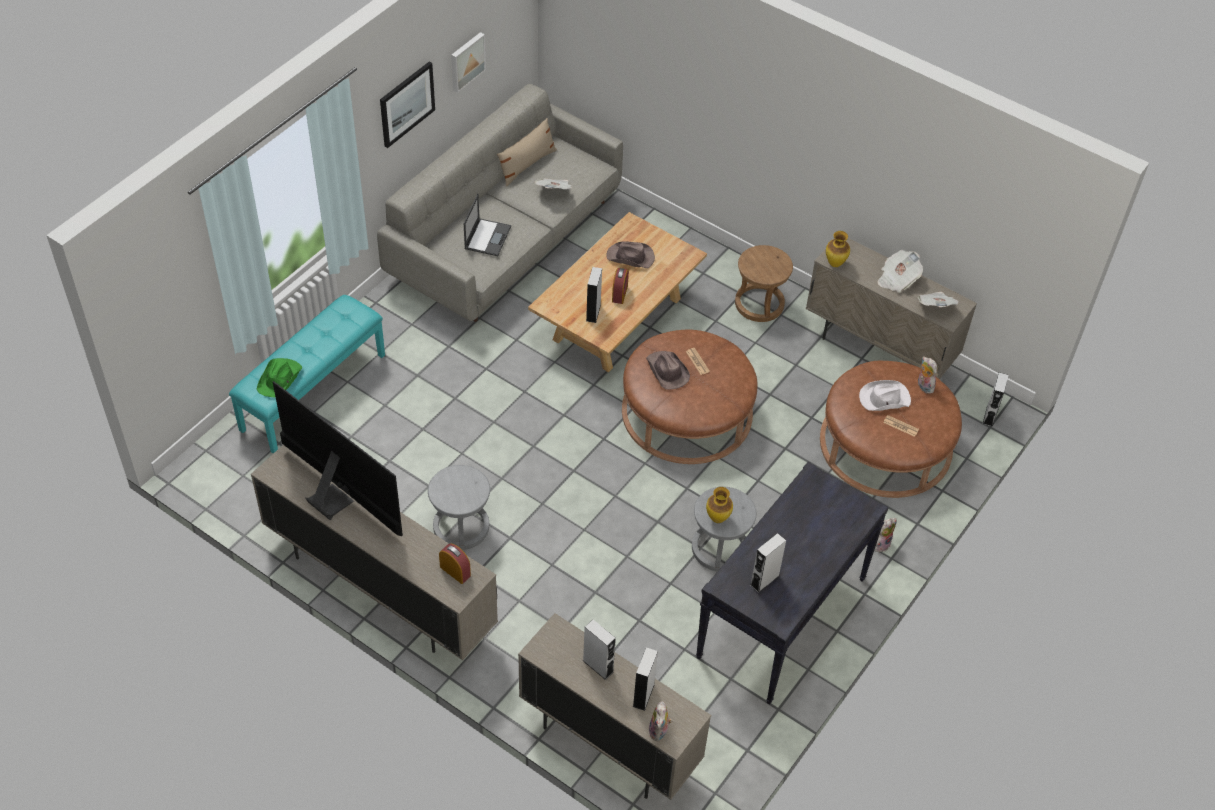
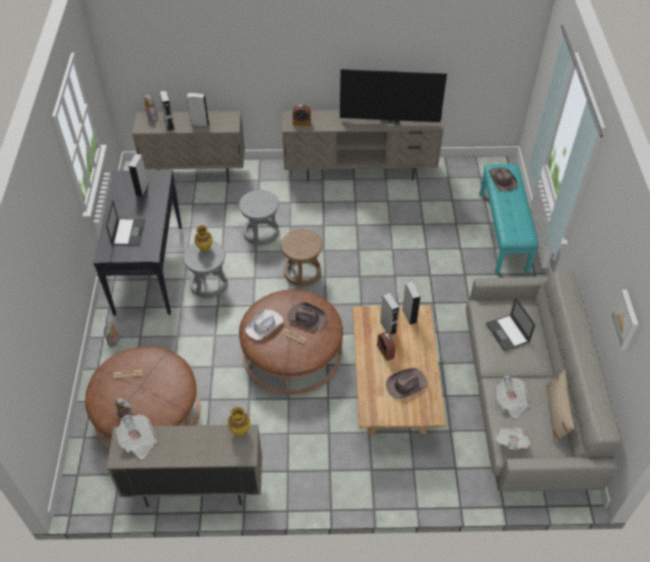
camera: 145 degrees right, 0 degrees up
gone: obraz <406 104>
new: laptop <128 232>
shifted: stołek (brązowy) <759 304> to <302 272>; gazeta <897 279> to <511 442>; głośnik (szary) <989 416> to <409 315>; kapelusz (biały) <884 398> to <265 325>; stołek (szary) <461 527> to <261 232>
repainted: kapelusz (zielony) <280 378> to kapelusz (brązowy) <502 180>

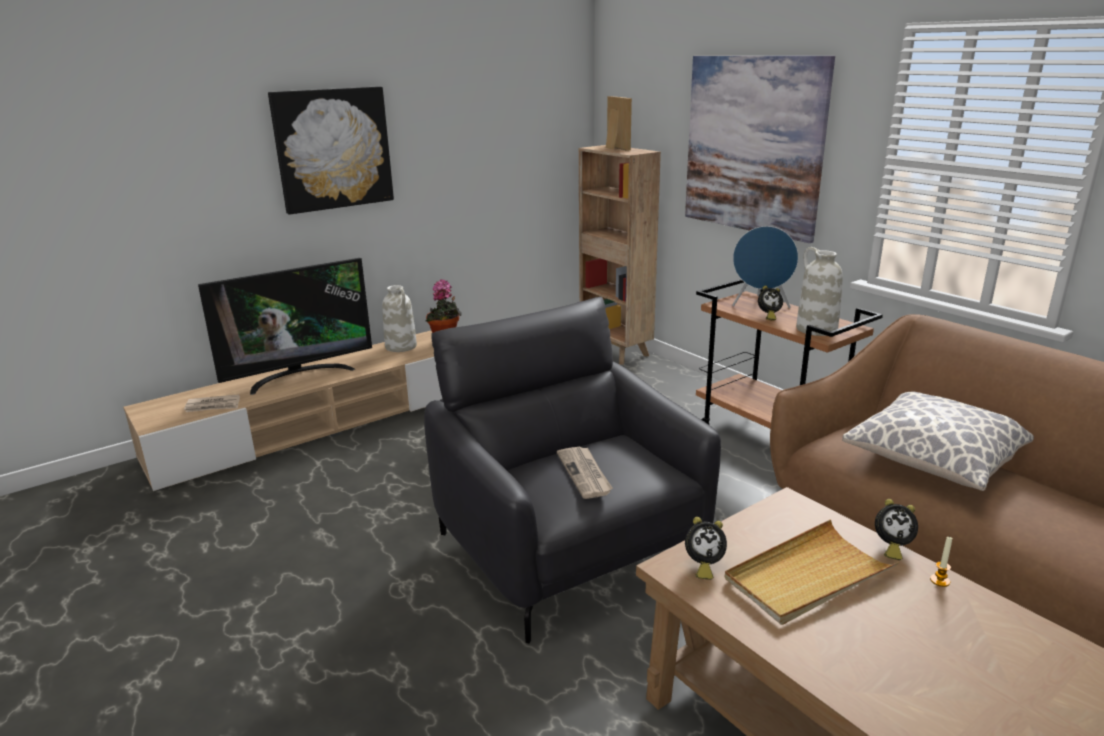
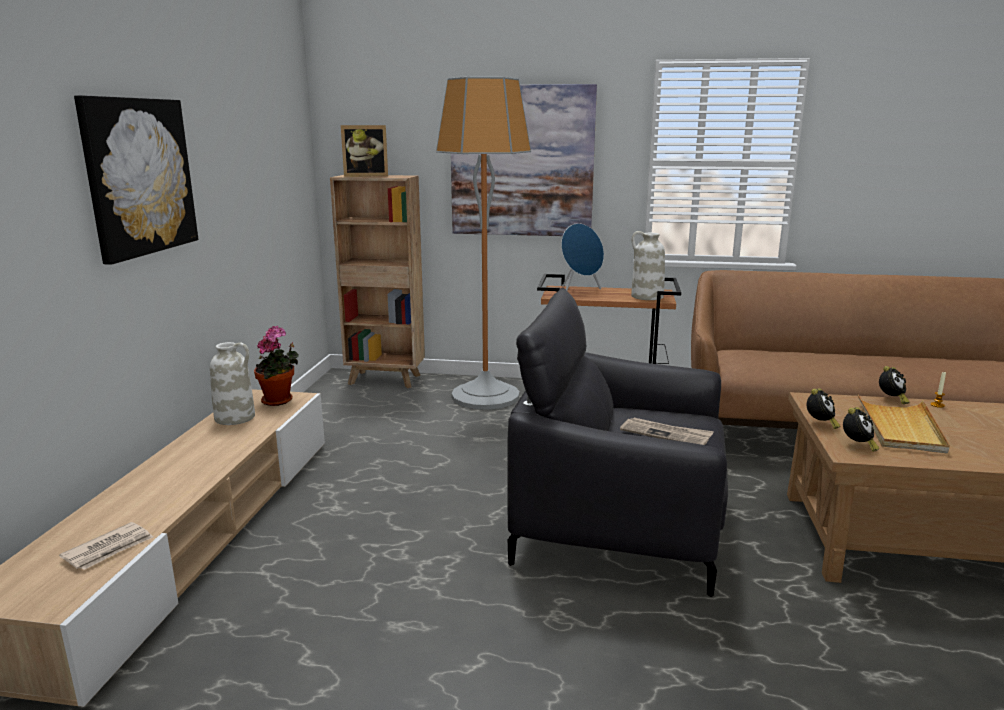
camera: 45 degrees left, 5 degrees down
gone: telewizor <299 376>; poduszka <933 462>
new: lampa stojąca <485 396>
shifted: budzik <768 316> to <820 424>
rotated: ramka na zdjęcie <613 148> = <366 175> 150 degrees clockwise

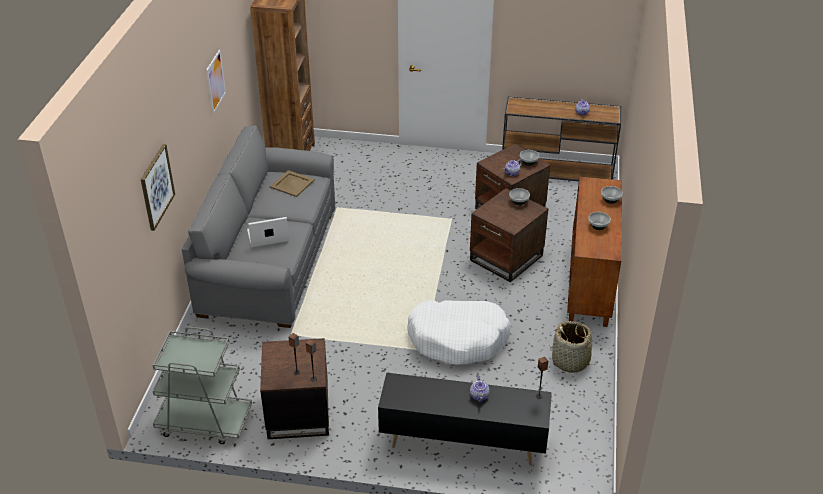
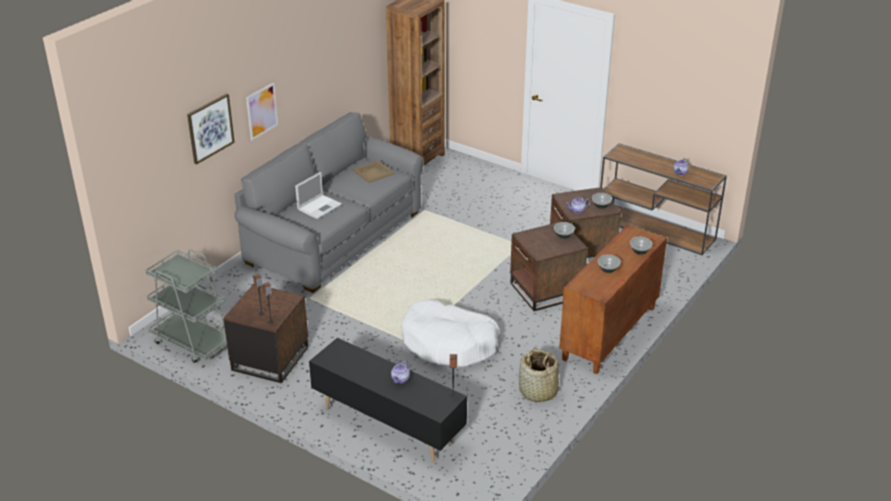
camera: 25 degrees right, 5 degrees down
shifted: obraz <215 81> to <262 111>
rotated: laptop <267 236> = <320 206> 120 degrees clockwise

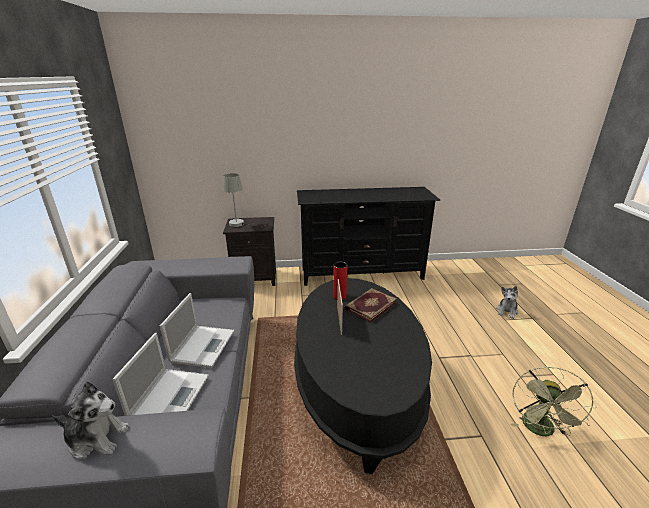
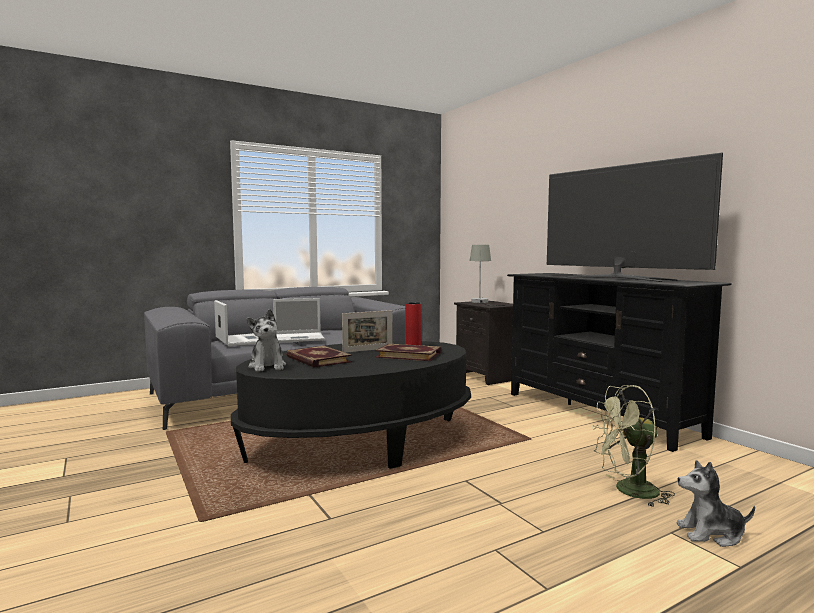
camera: 65 degrees right, 20 degrees down
new: telewizor <619 278>; książka <317 359>
shifted: wentylator (zielony) <540 430> to <628 491>; pluszak <97 438> to <267 366>
rotated: laptop <170 395> = <240 340> 105 degrees counterclockwise

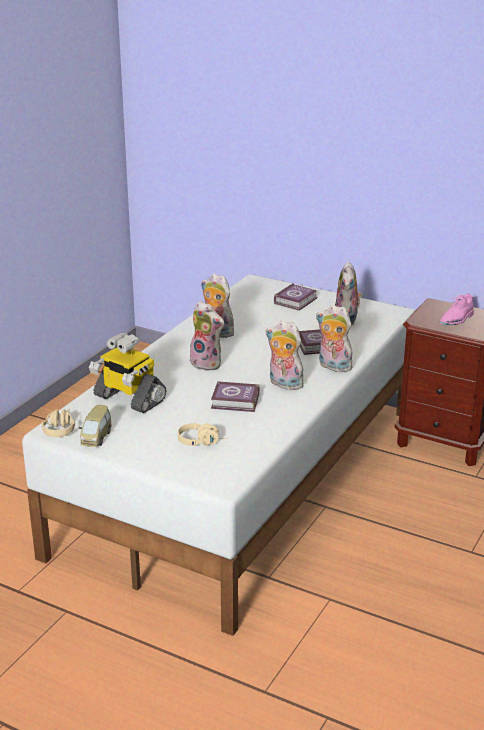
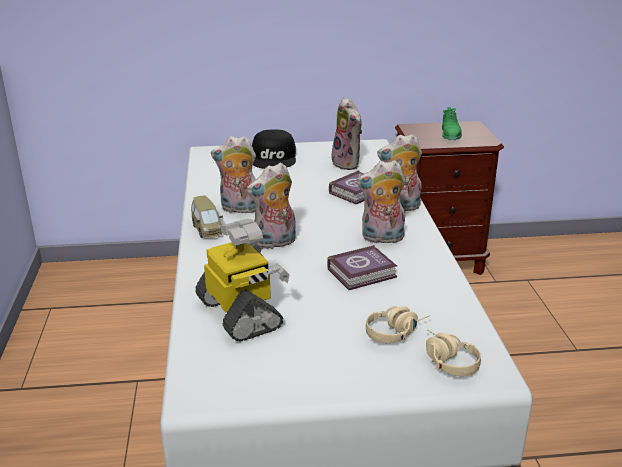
camera: 35 degrees left, 0 degrees up
shifted: samochodzik <96 437> to <207 229>; słuchawki (beżowy) <60 428> to <445 360>
swapped: książka <296 300> to czapka z daszkiem (czarny) <274 158>
repainted: but (różowy) <456 320> to but (zielony) <450 135>
rotated: pluszak <208 363> = <275 243> 150 degrees clockwise; robot zabawkowy <128 398> = <241 314> 120 degrees counterclockwise

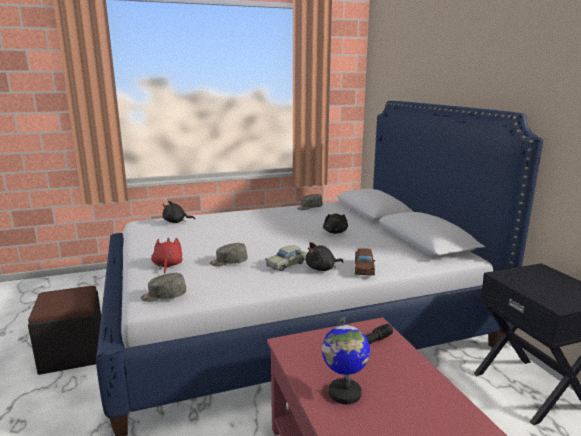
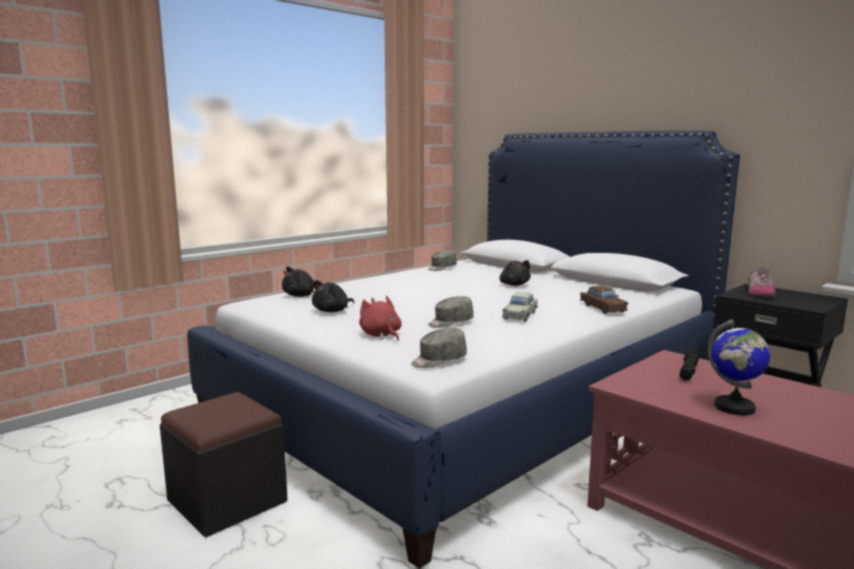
camera: 25 degrees left, 5 degrees down
new: but <759 293>
shifted: pluszak (czarny) <322 269> to <332 311>

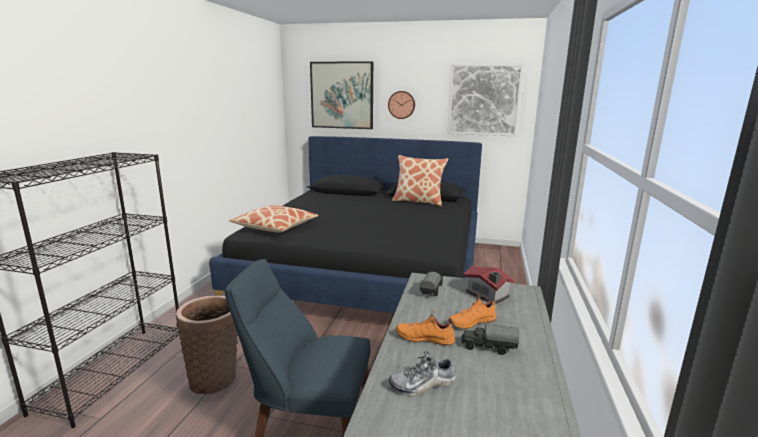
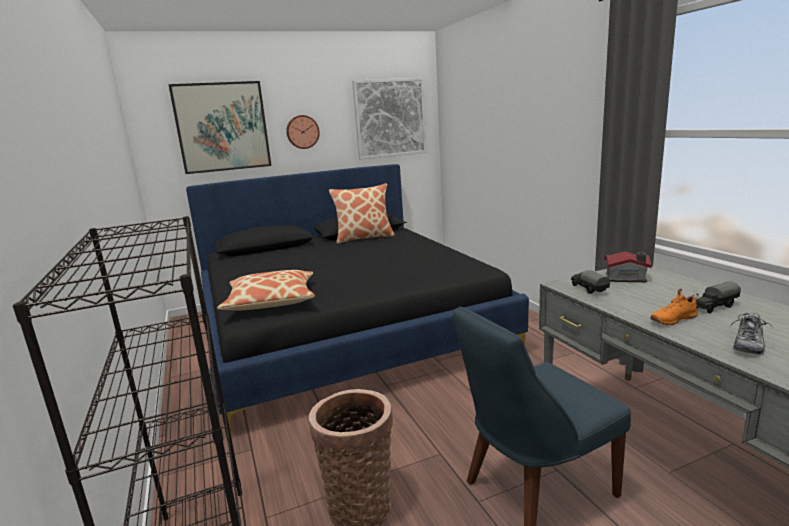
camera: 35 degrees left, 0 degrees up
gone: but (pomarańczowy) <471 322>

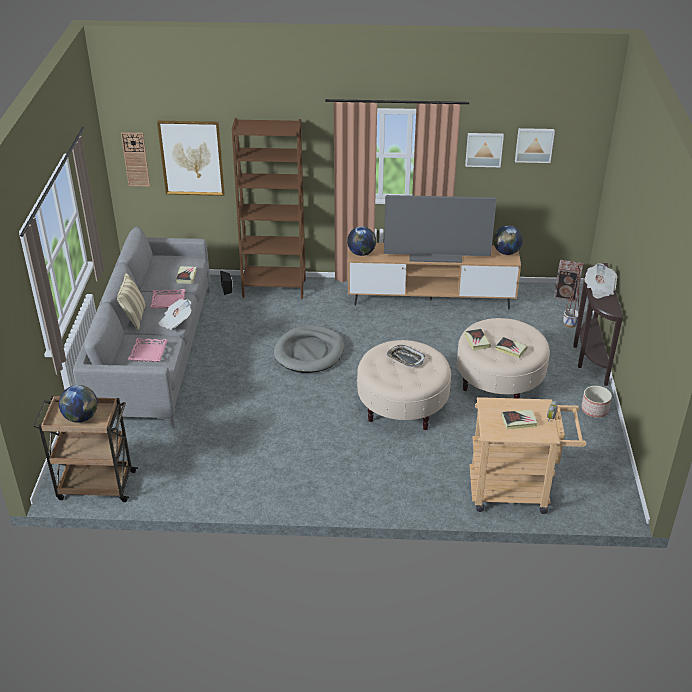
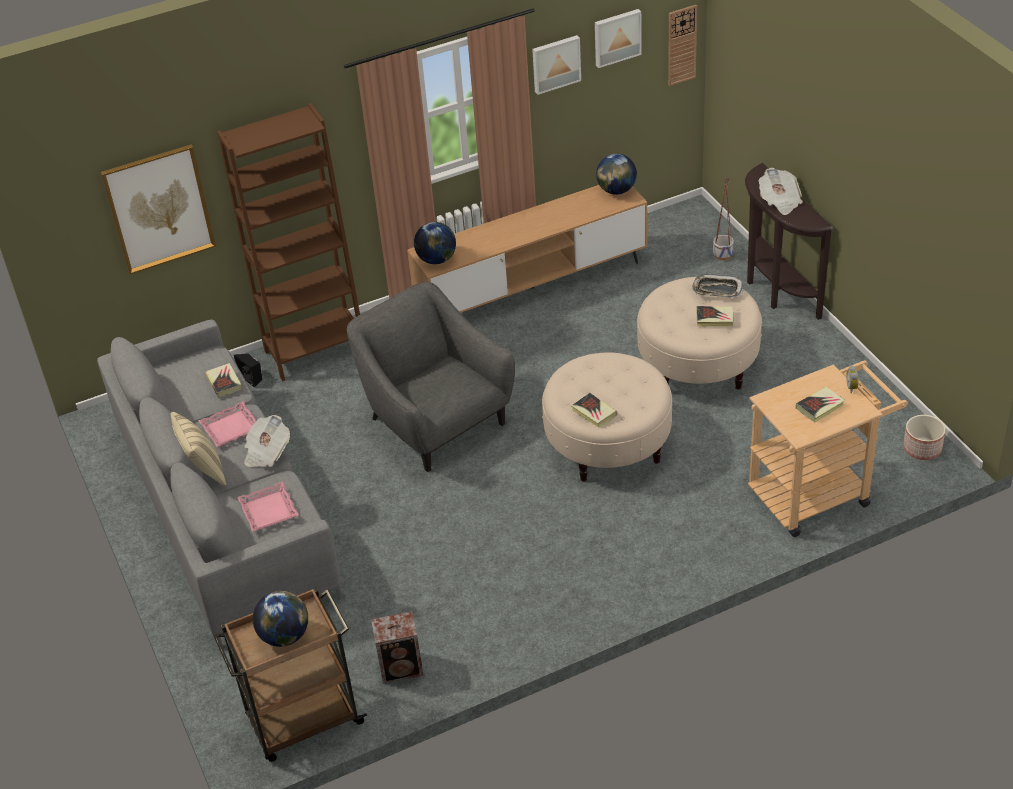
camera: 25 degrees left, 5 degrees up
gone: telewizor <436 255>
shifted: zegar ścienny <135 159> to <681 45>; głośnik <566 295> to <402 667>; książka <476 341> to <594 413>; taca <405 358> to <717 290>; donica <594 410> to <922 449>
swapped: legowisko (szary) <309 352> to fotel (szary) <435 421>

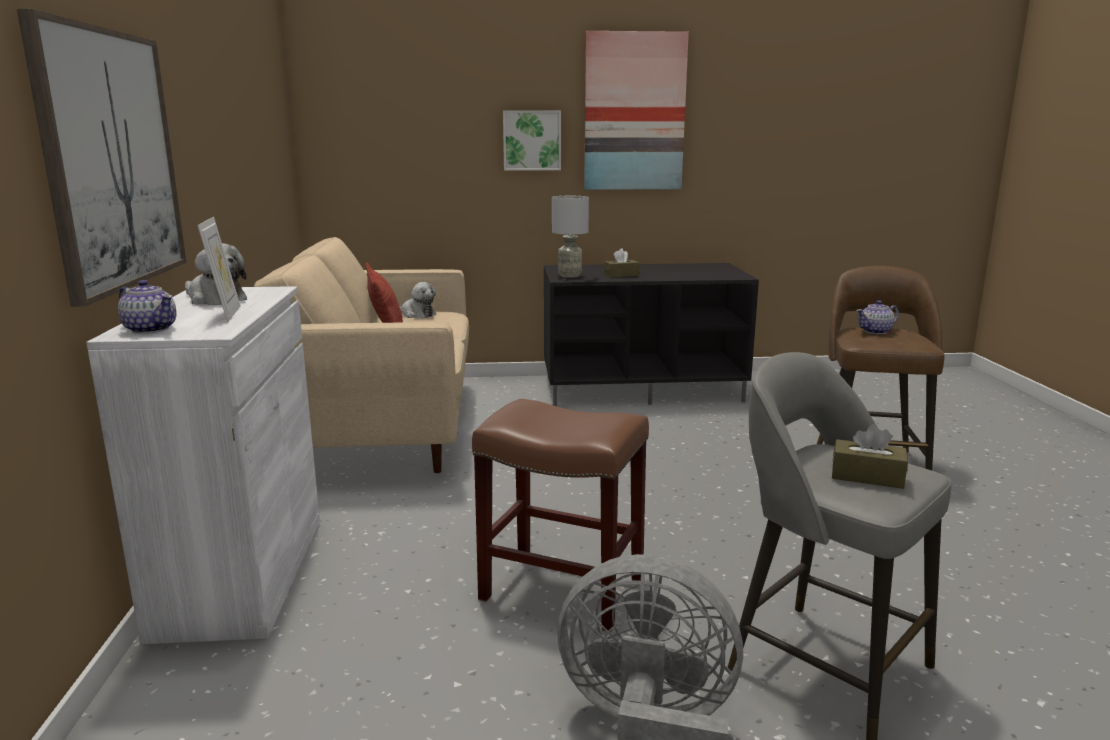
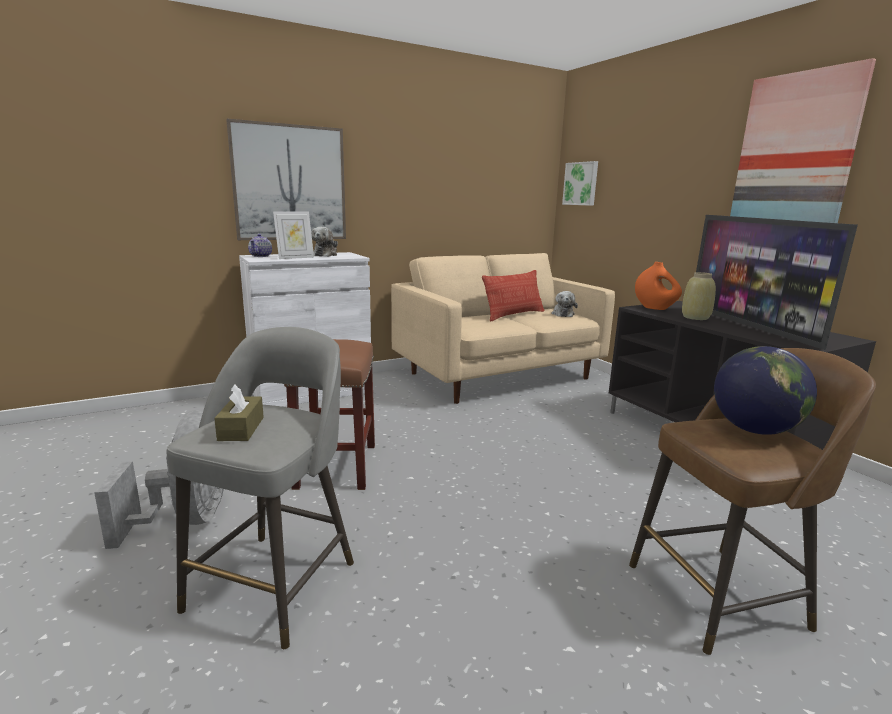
camera: 65 degrees right, 0 degrees up
new: telewizor <750 326>
shifted: obraz <532 140> to <581 183>
swapped: lampa stołowa (szary) <570 275> to wazon (pomarańczowy) <655 308>; pudełko chusteczek (brązowy) <621 275> to wazon (beżowy) <695 317>; imbryk <876 331> to globus <754 430>

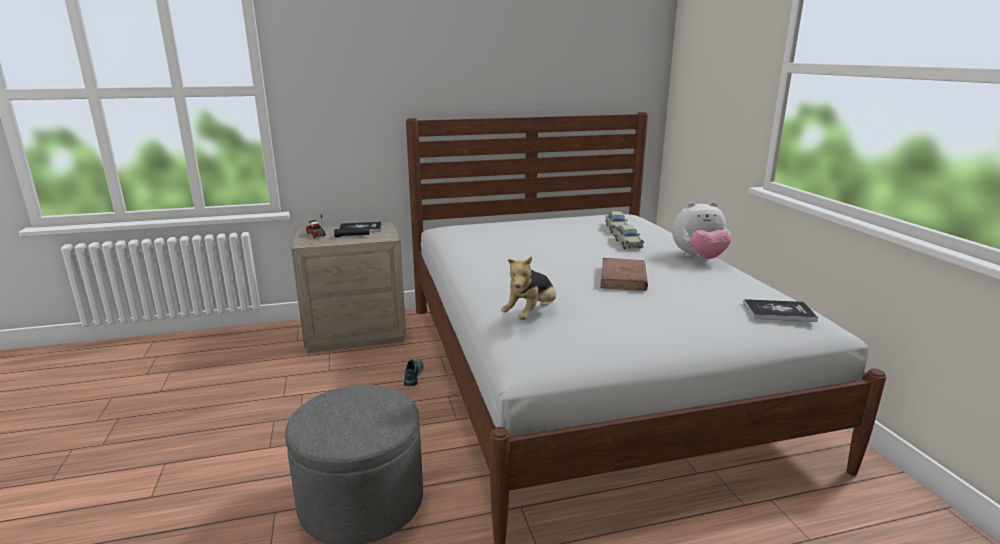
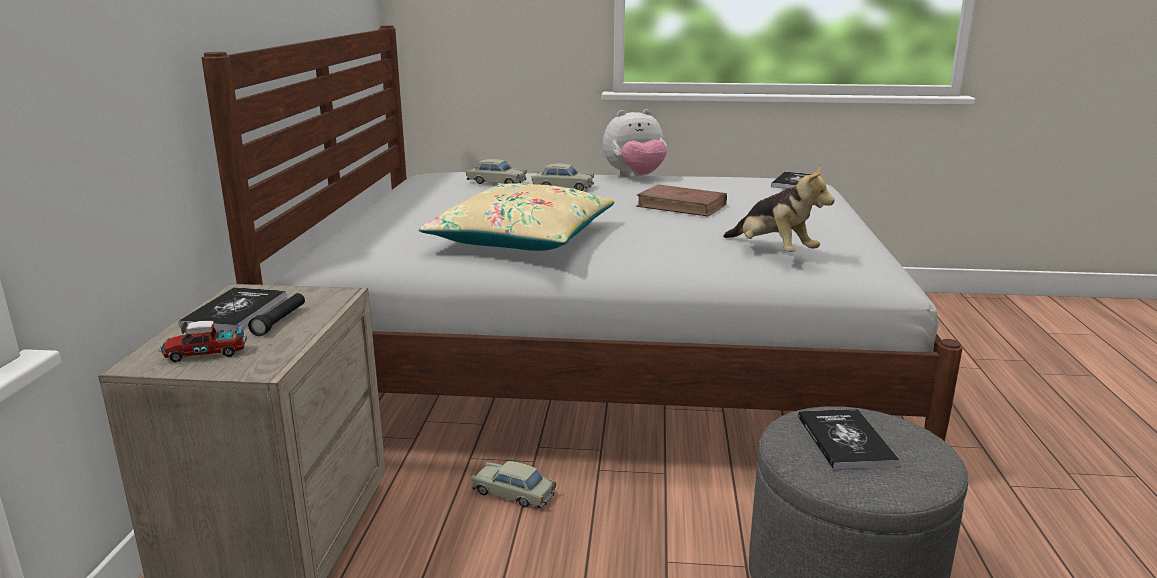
camera: 70 degrees left, 0 degrees up
new: poduszka (beżowy) <522 238>; książka <845 441>
swapped: but <412 376> to samochodzik (beżowy) <513 494>
rotated: pluszak <698 258> = <635 177> 60 degrees clockwise

